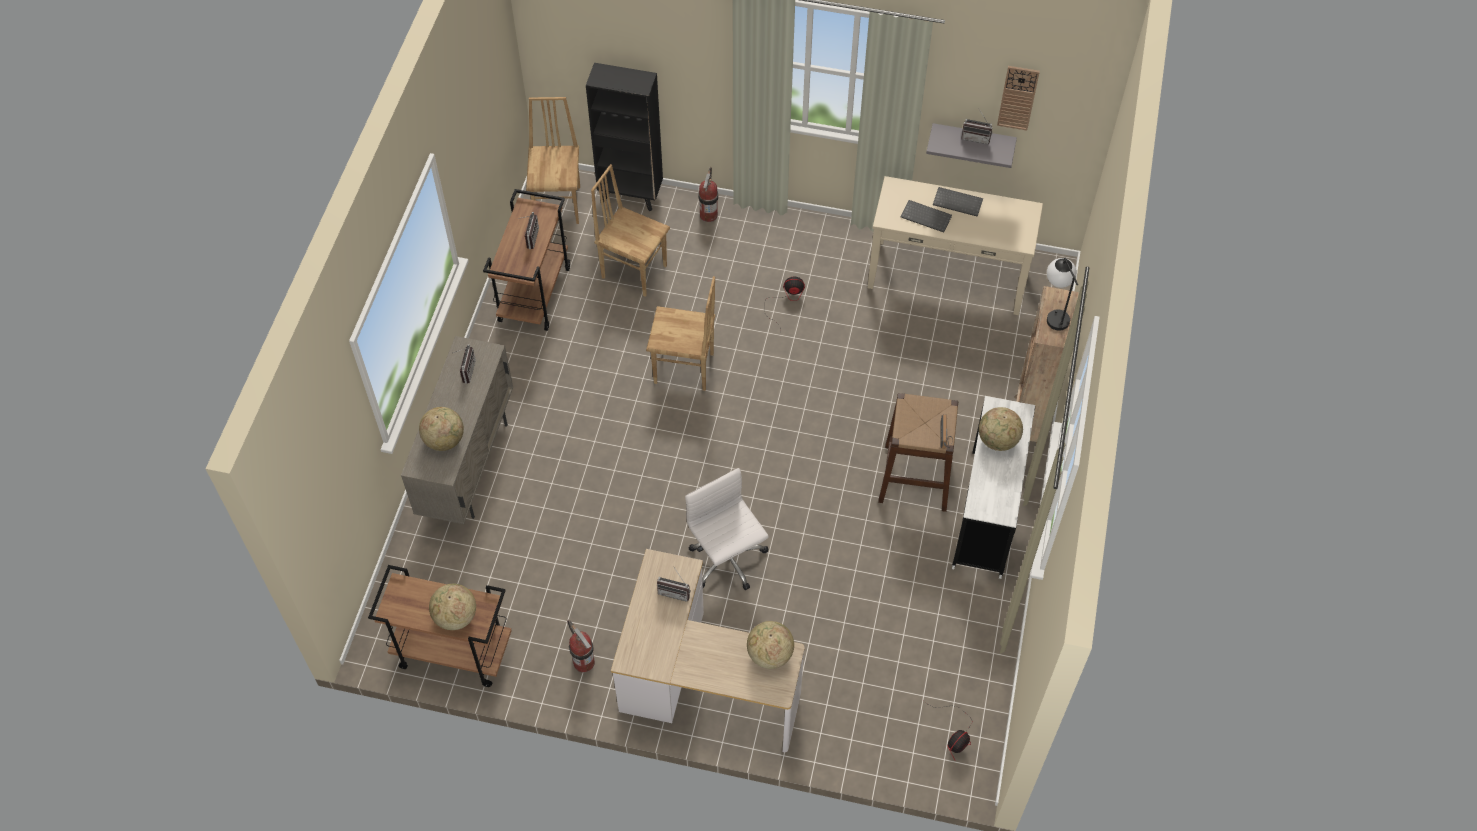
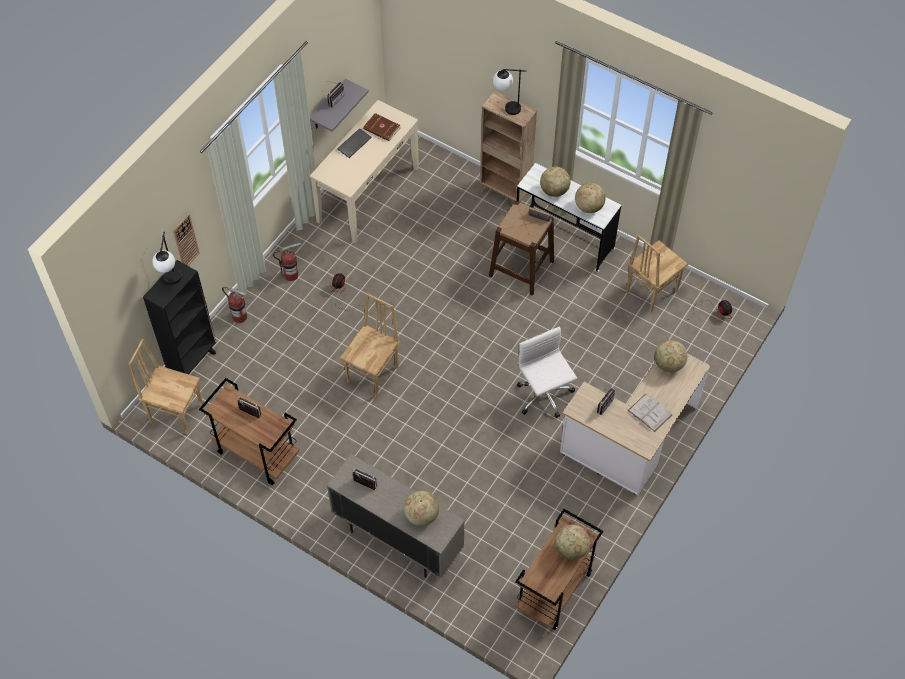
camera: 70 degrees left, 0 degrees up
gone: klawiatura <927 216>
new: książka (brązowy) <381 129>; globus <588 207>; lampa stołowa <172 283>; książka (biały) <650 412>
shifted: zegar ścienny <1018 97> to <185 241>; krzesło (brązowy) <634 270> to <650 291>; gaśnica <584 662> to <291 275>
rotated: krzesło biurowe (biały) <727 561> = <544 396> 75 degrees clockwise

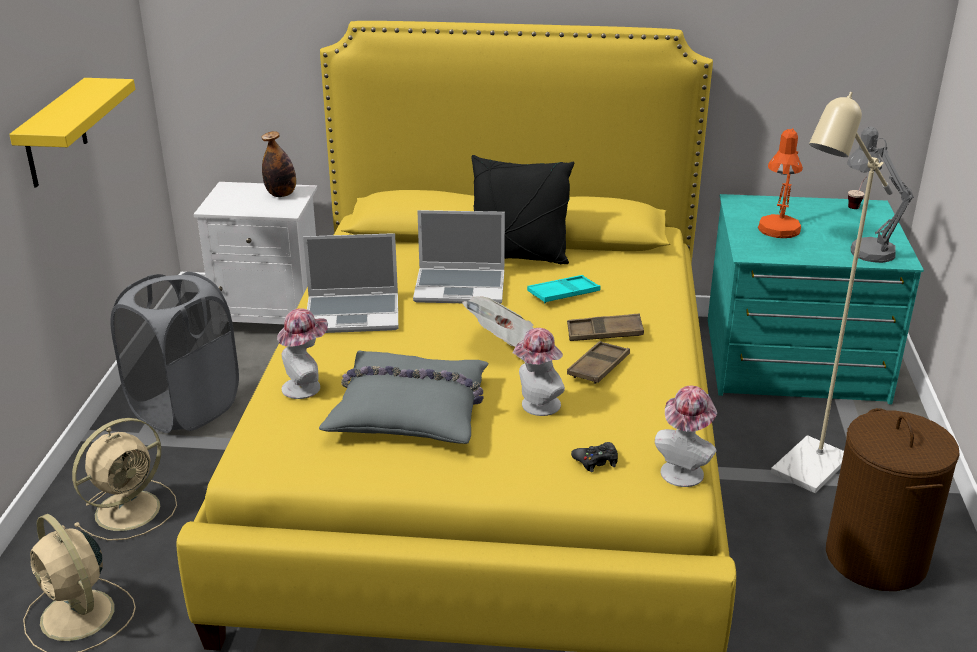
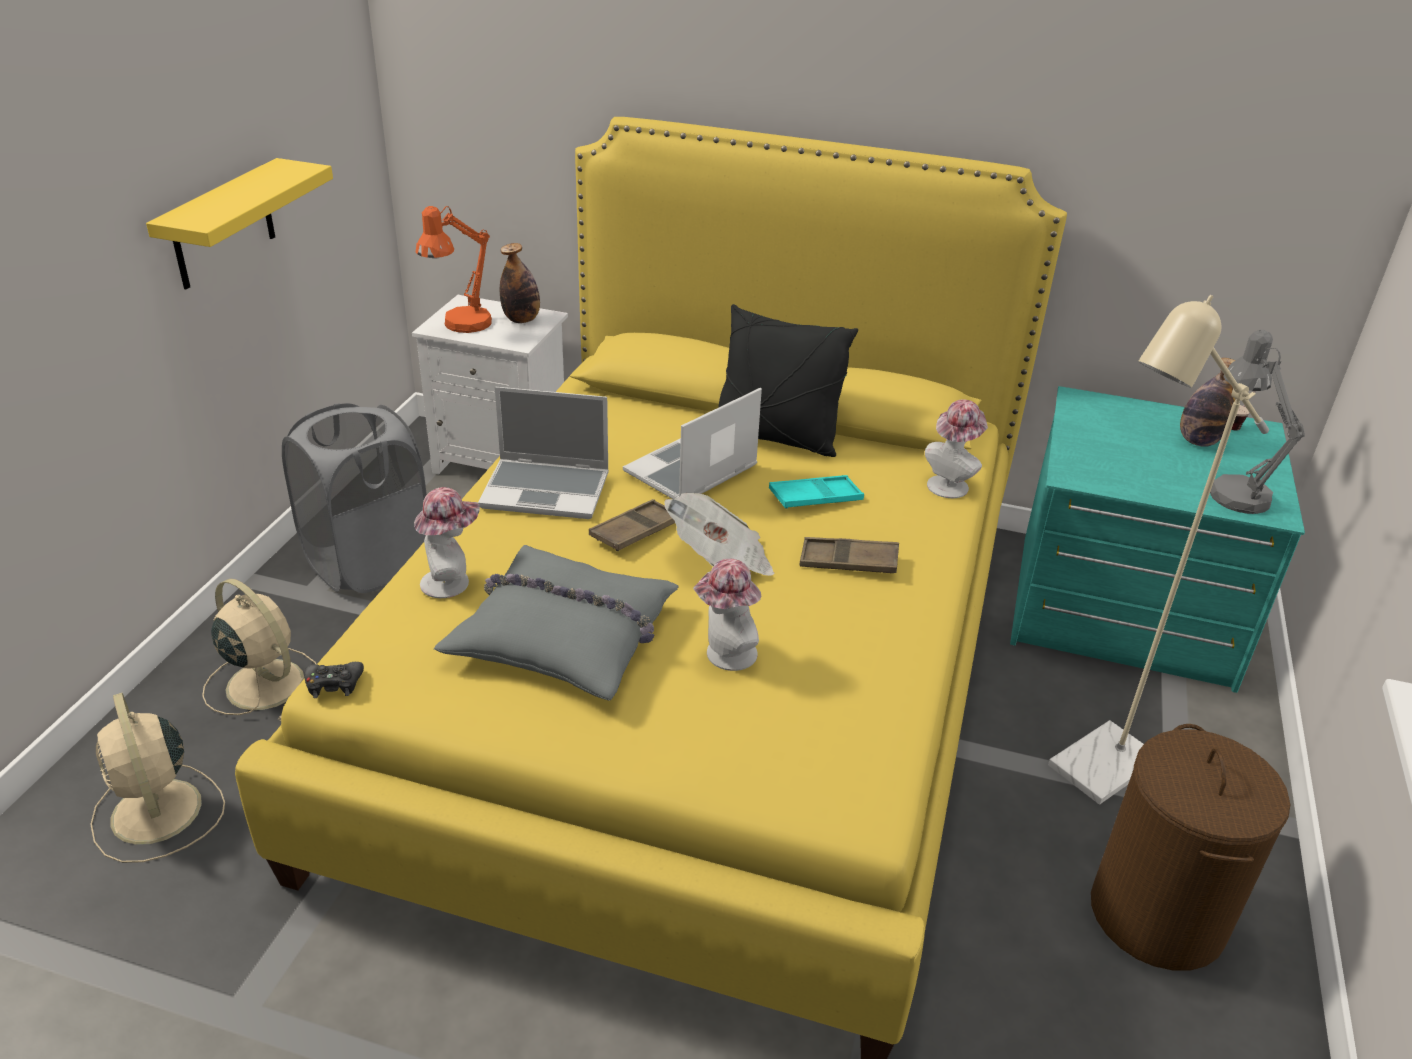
camera: 10 degrees right, 5 degrees up
new: butelka <1198 441>
shifted: lampa stołowa (pomarańczowy) <777 233> to <461 326>; taca (brązowy) <598 367> to <636 531>; kapelusz <683 470> to <950 484>; pad do gier (czarny) <596 461> to <334 684>
rotated: laptop <461 287> = <691 471> 120 degrees clockwise; wentylator (beżowy) <130 509> = <263 683> 105 degrees counterclockwise

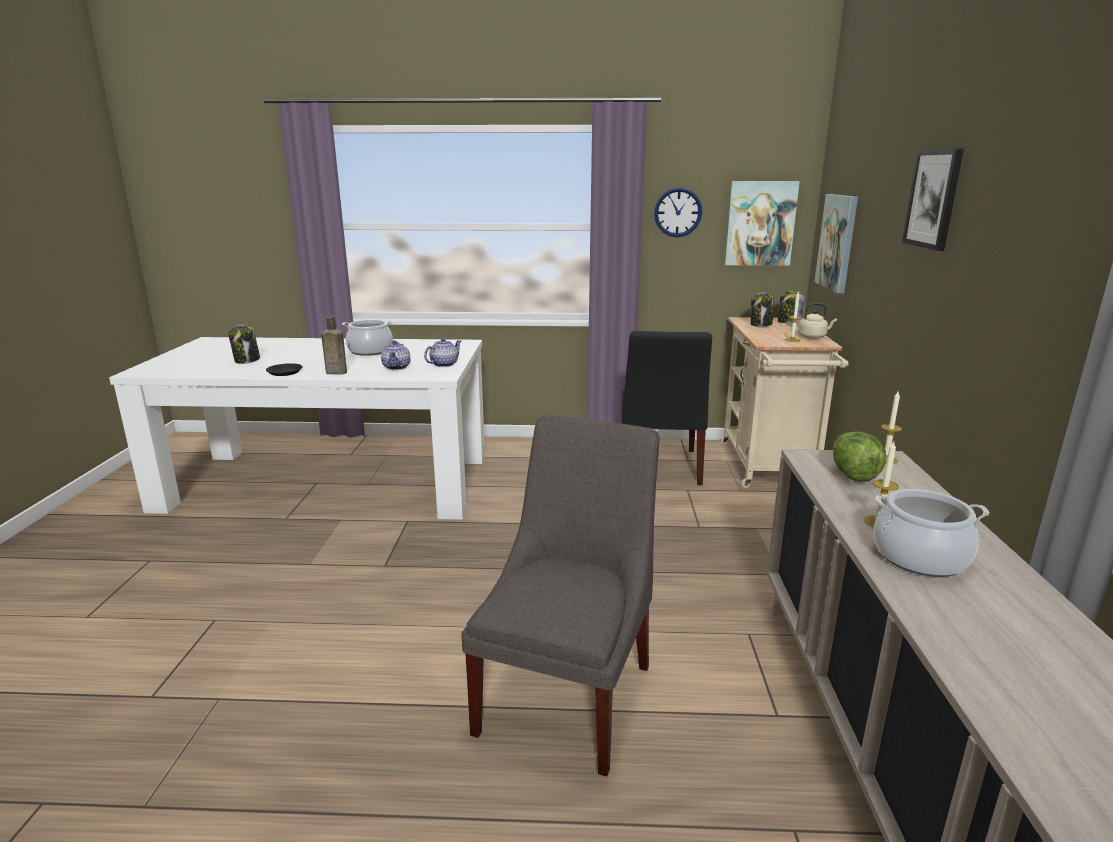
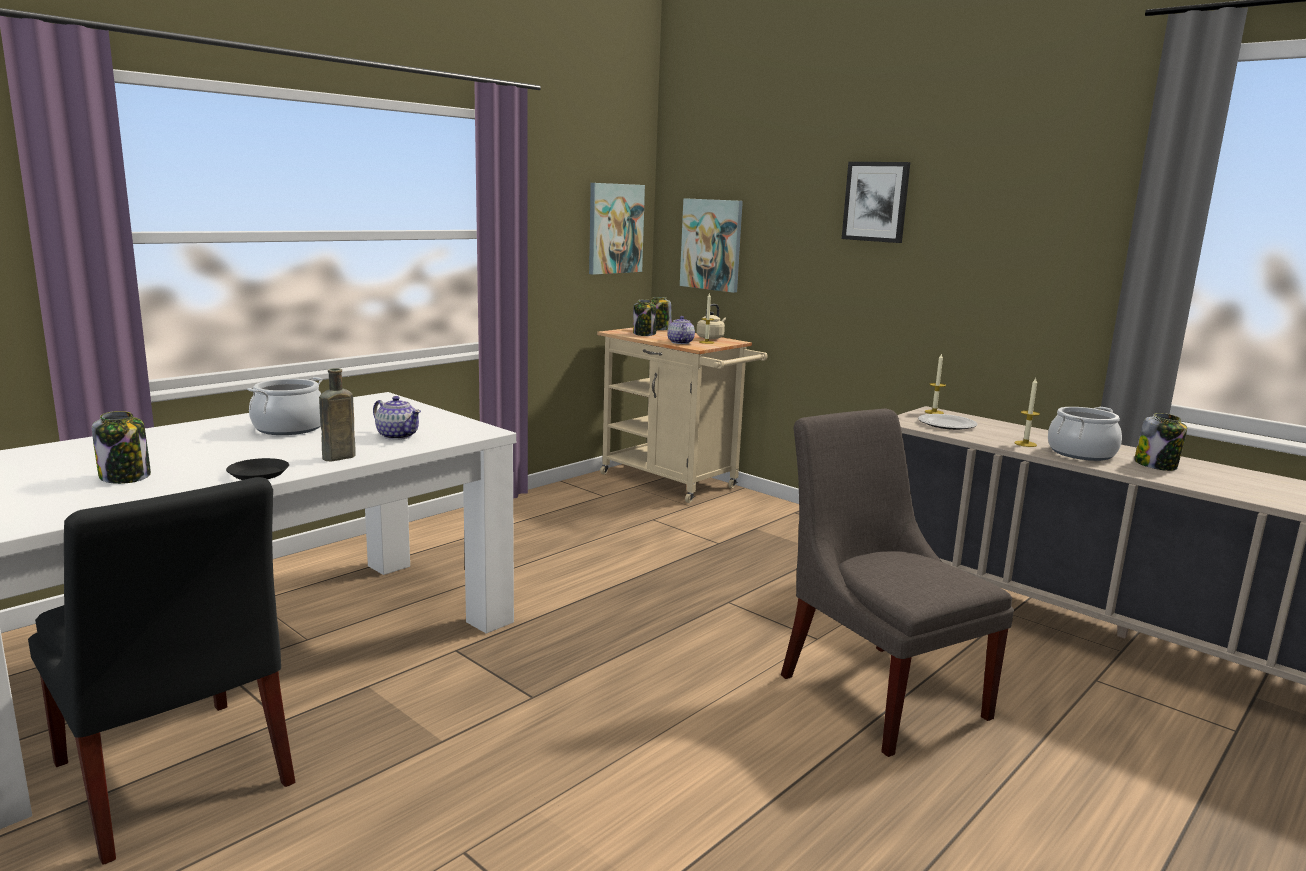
camera: 50 degrees left, 5 degrees down
gone: zegar ścienny <678 212>
new: słoik <1156 465>
shifted: krzesło (czarny) <658 467> to <174 780>; imbryk <443 364> to <680 342>
swapped: sałata <853 474> to talerz <947 424>

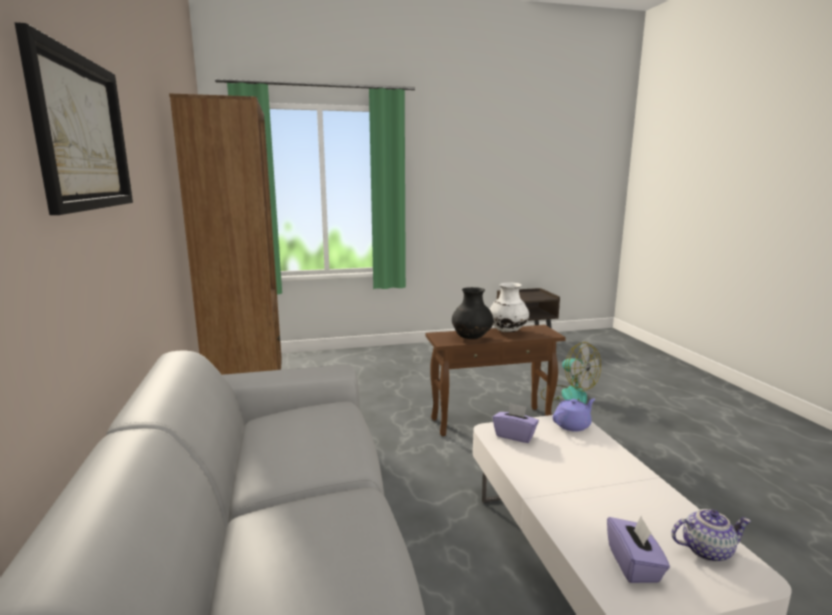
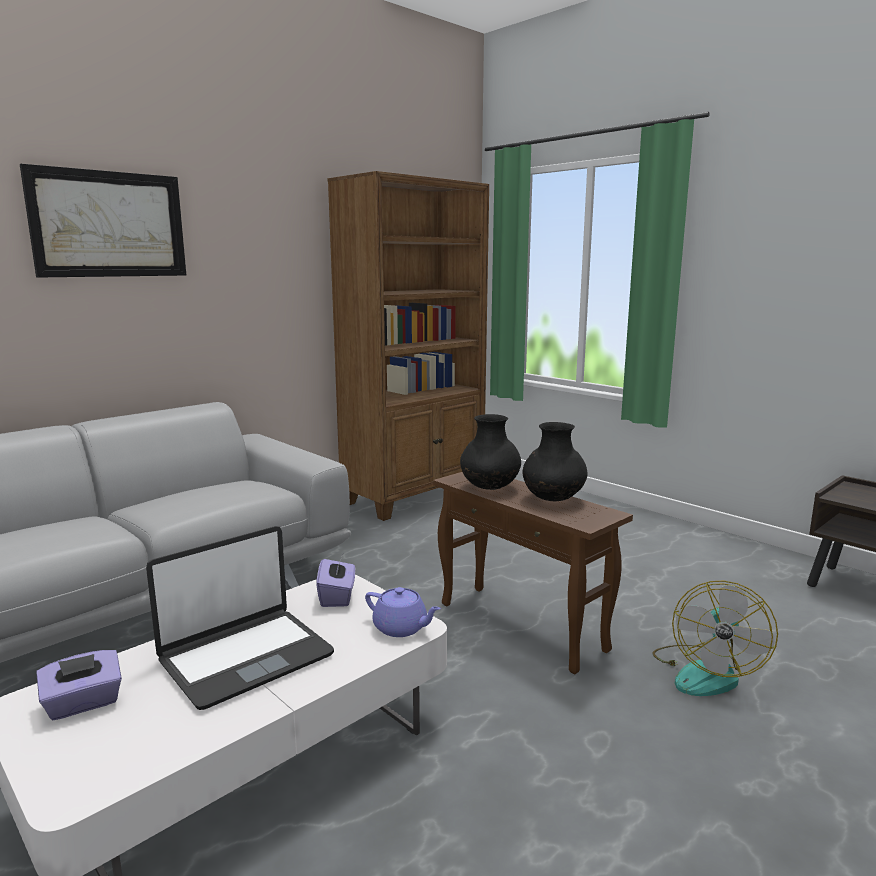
camera: 60 degrees right, 0 degrees up
gone: imbryk <706 550>
new: laptop <245 657>
repainted: wazon (biały) <507 331> to wazon (czarny) <553 499>

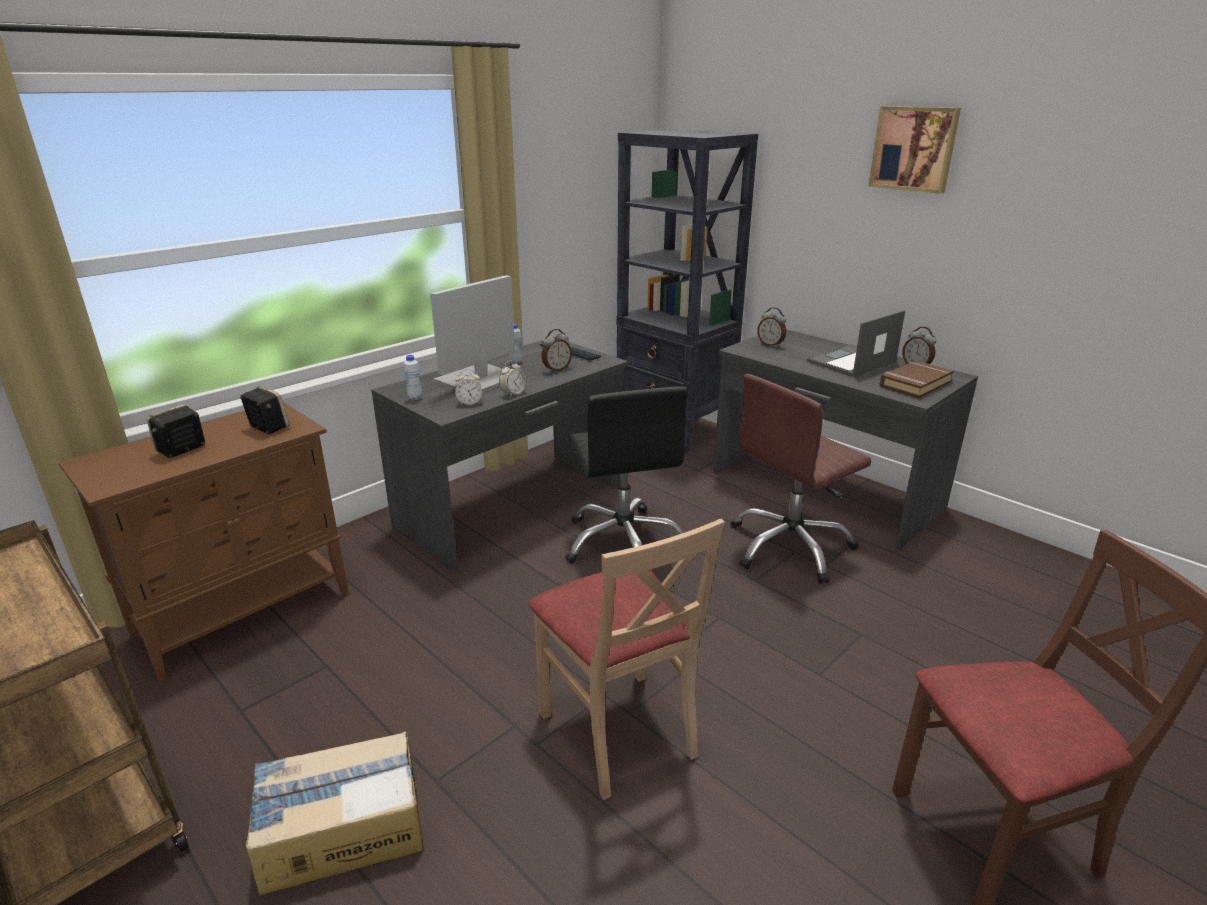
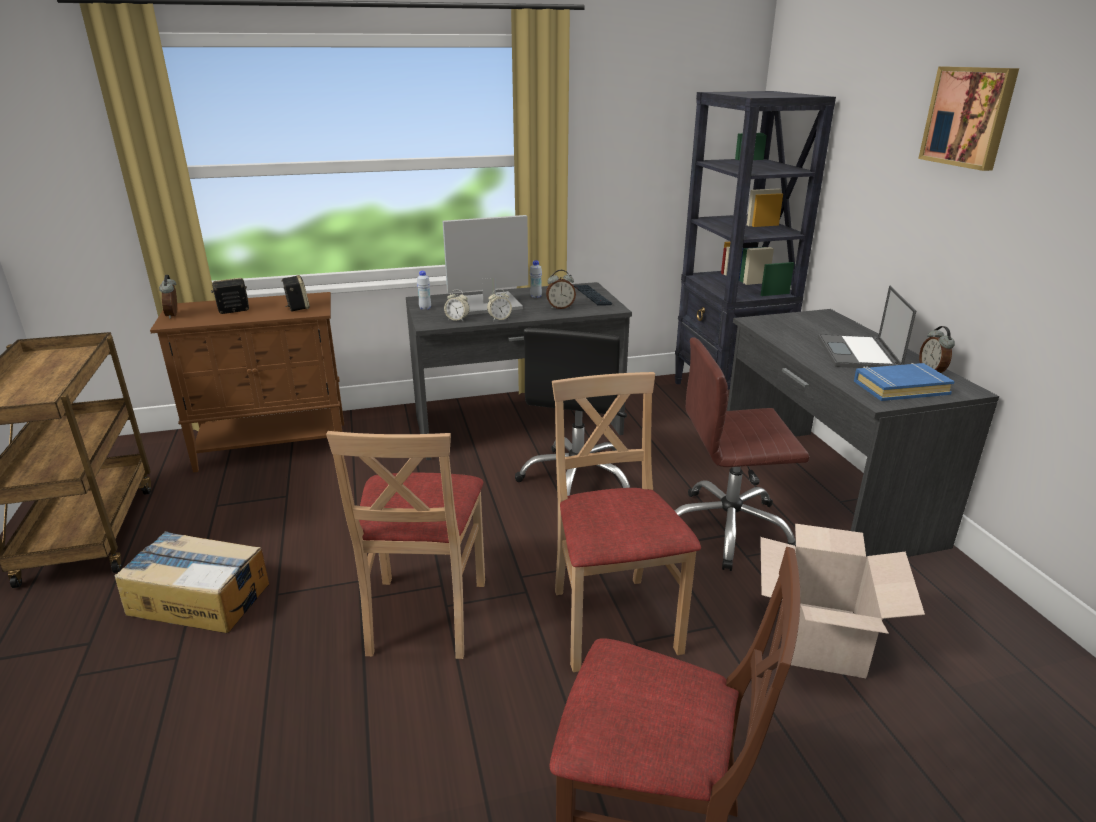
camera: 30 degrees right, 0 degrees up
new: krzesło (beżowy) <613 621>; karton <823 638>
shifted: budzik <770 345> to <174 315>
repainted: książka (brązowy) <914 384> to książka (niebieski) <900 387>
rotated: laptop <851 362> = <859 353> 75 degrees counterclockwise

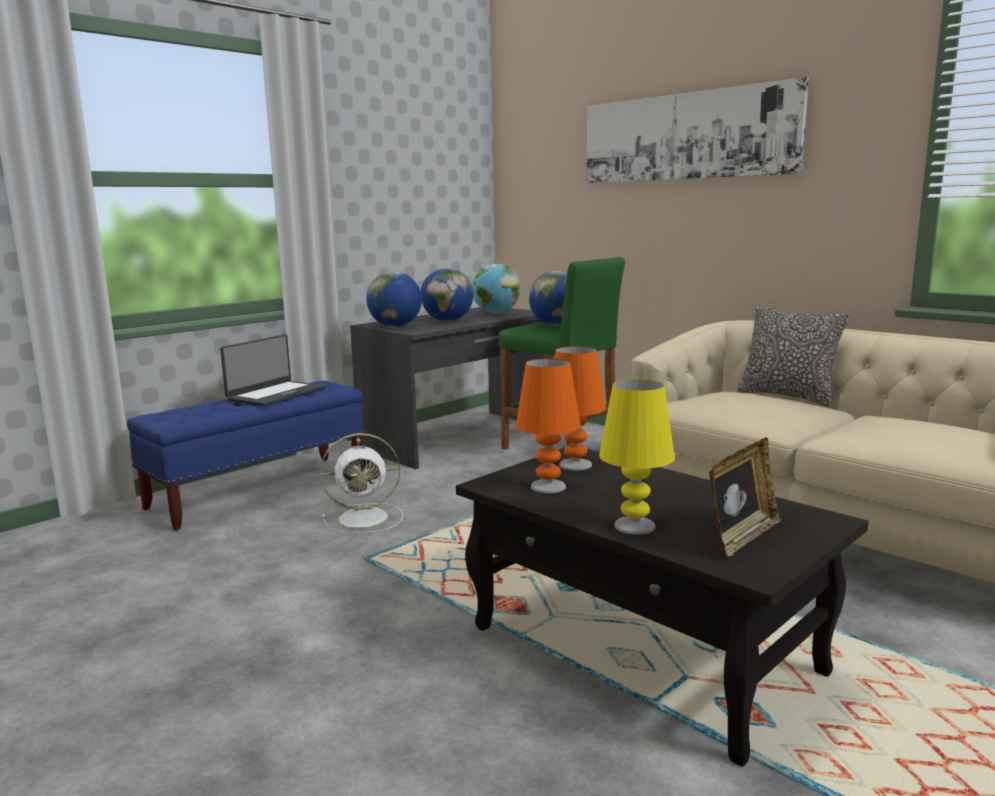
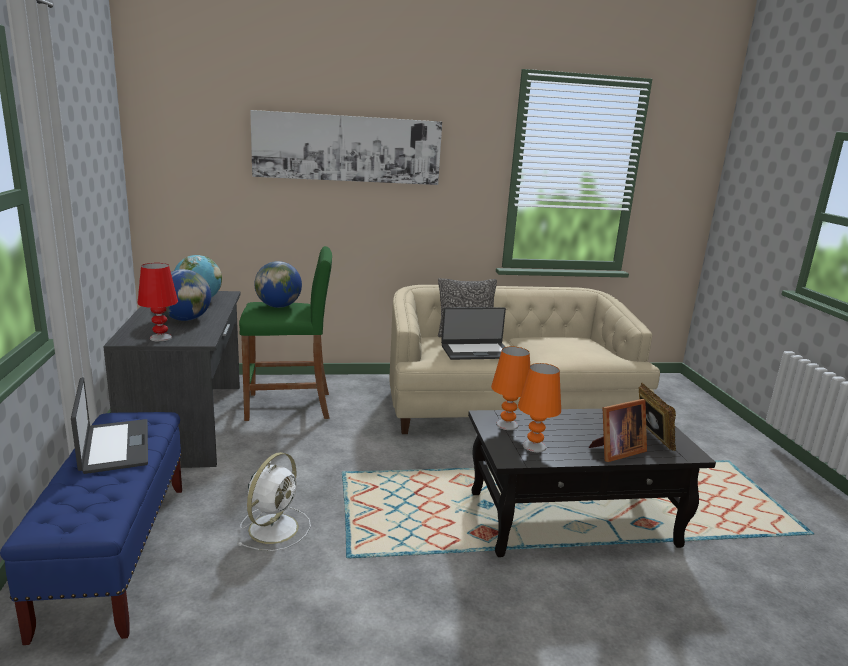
camera: 55 degrees left, 5 degrees up
new: laptop <476 351>
swapped: globus <395 326> to lampa stołowa (czerwony) <161 337>; lampa stołowa (żółty) <635 526> to ramka na zdjęcie <615 451>

